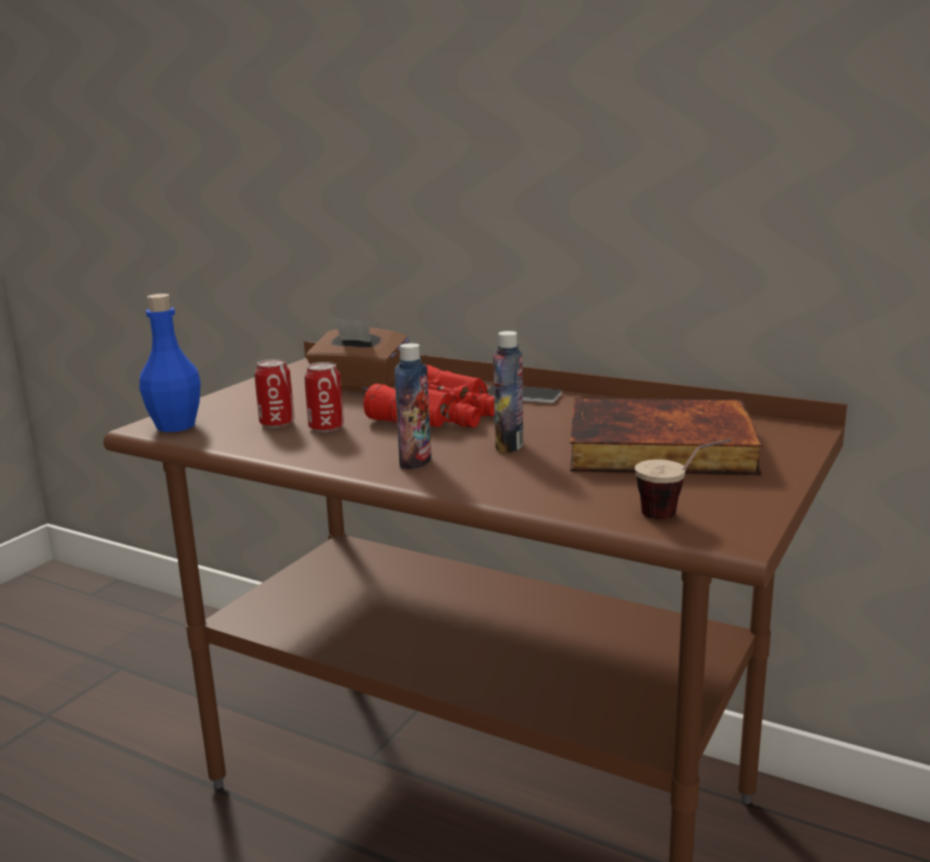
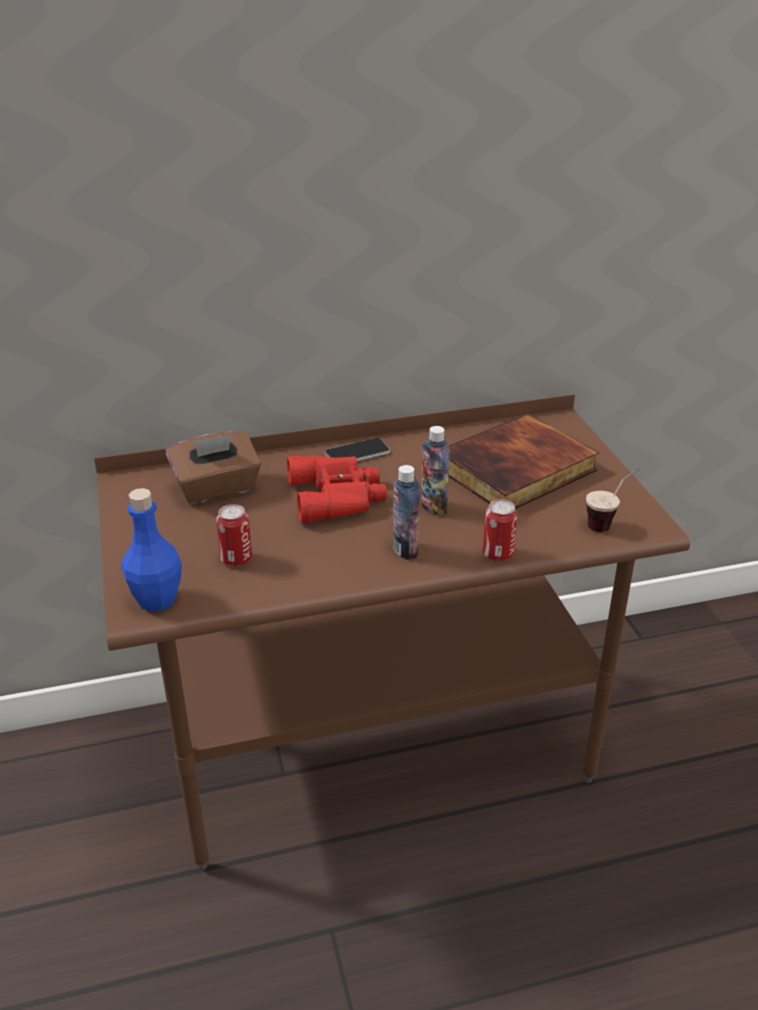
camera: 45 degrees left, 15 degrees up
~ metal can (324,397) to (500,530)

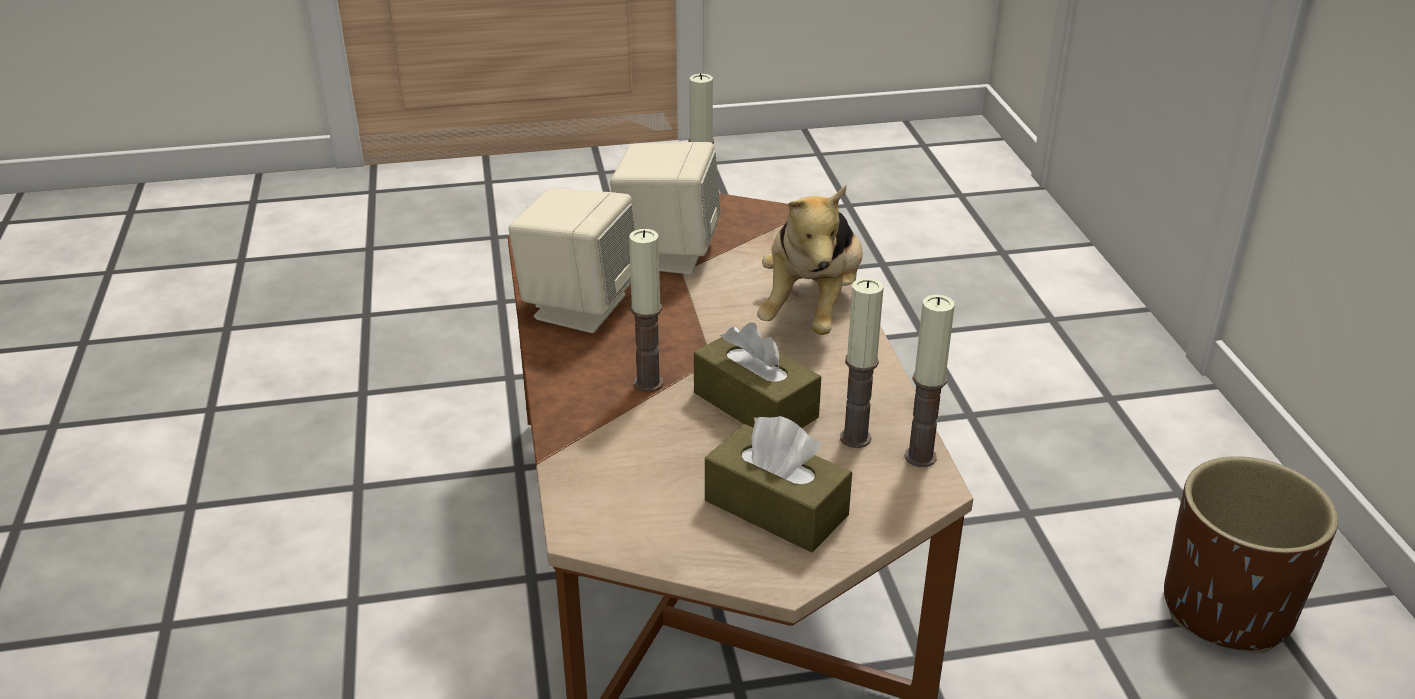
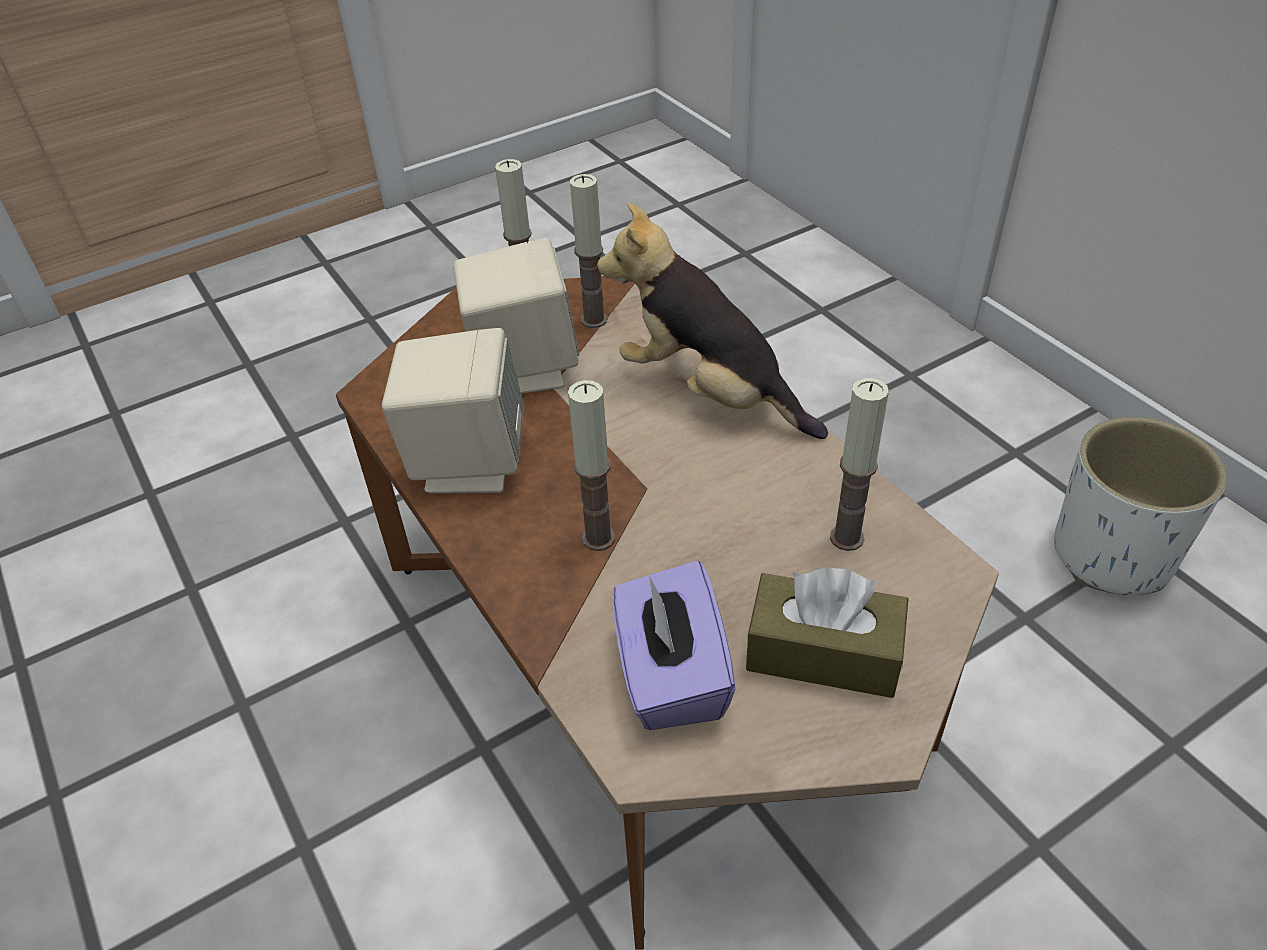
camera: 20 degrees left, 10 degrees up
- brown tissue box (757,375)
~ plush toy (810,260) = (712,320) 135 degrees clockwise
~ candle (929,381) to (588,251)
~ brown planter (1251,554) to whitish planter (1140,506)
+ purple-coloured tissue box (674,645)

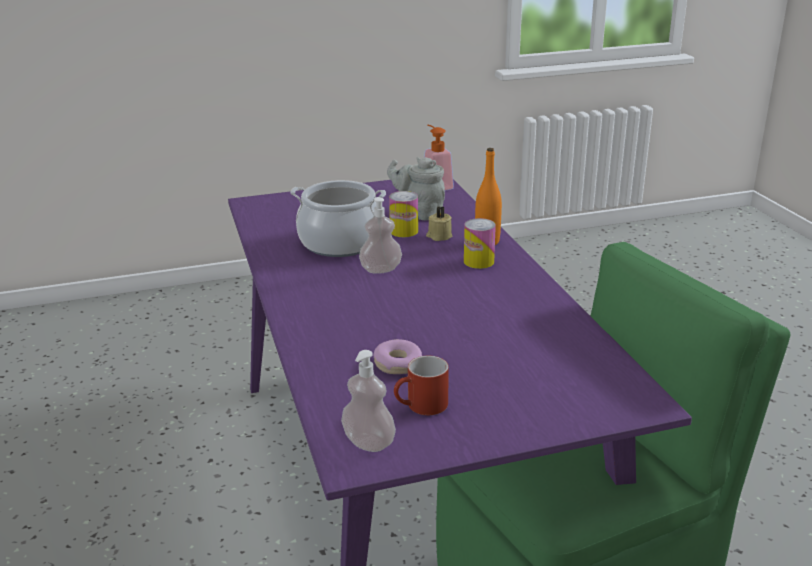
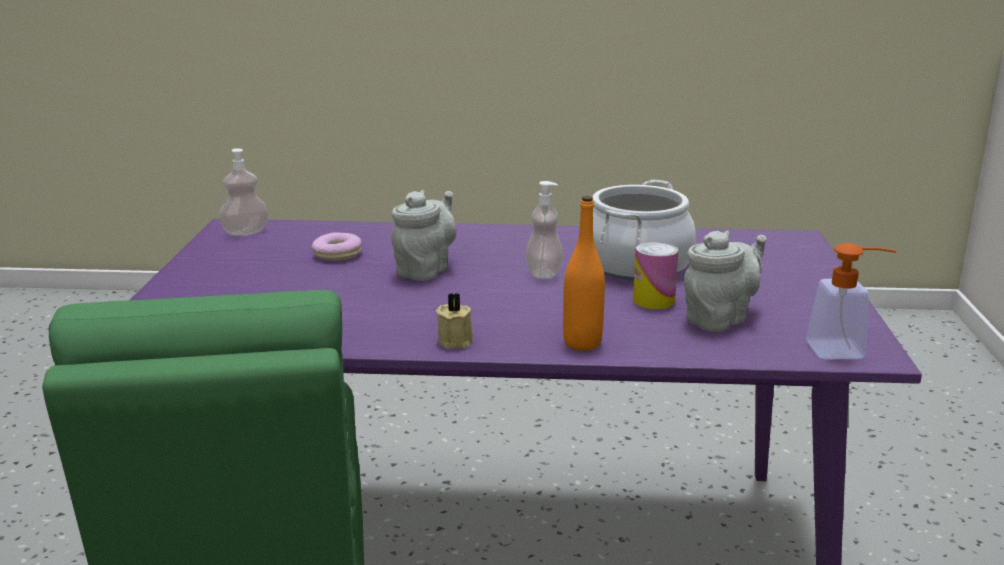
camera: 110 degrees right, 5 degrees down
- red-coloured tea mug (421,385)
~ beige candle (439,223) to (454,321)
- metal can (480,243)
+ grey teapot (423,235)

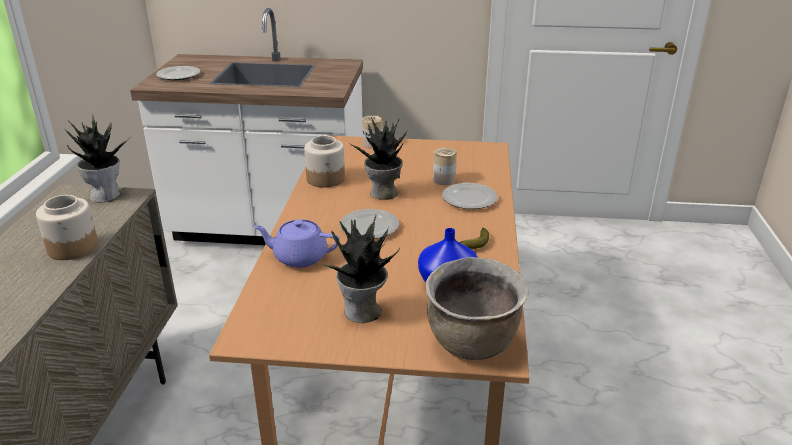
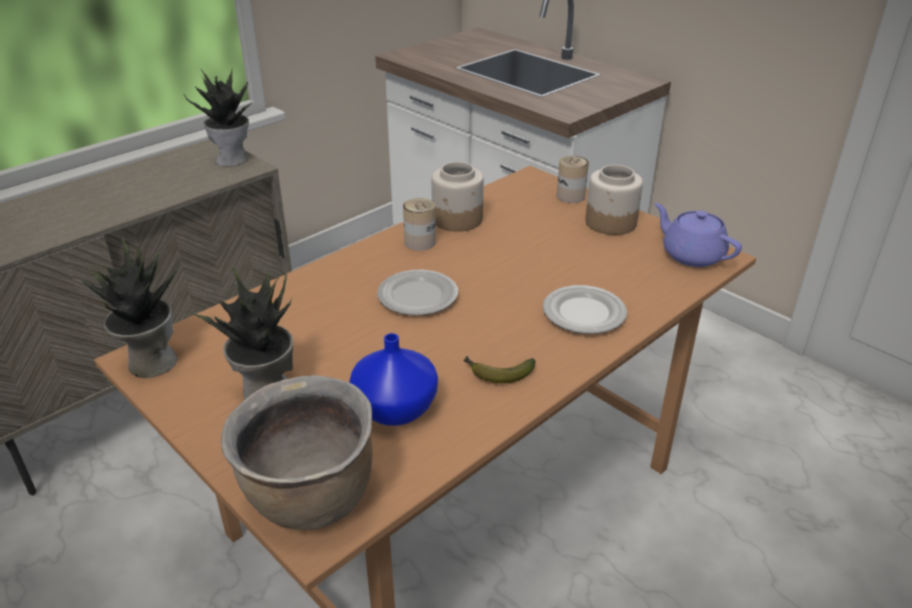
camera: 40 degrees right, 5 degrees up
~ storage jar (67,227) to (614,200)
- flat dish (178,73)
~ purple-coloured teapot (296,243) to (698,235)
~ potted plant (378,158) to (130,308)
~ metal can (445,166) to (419,224)

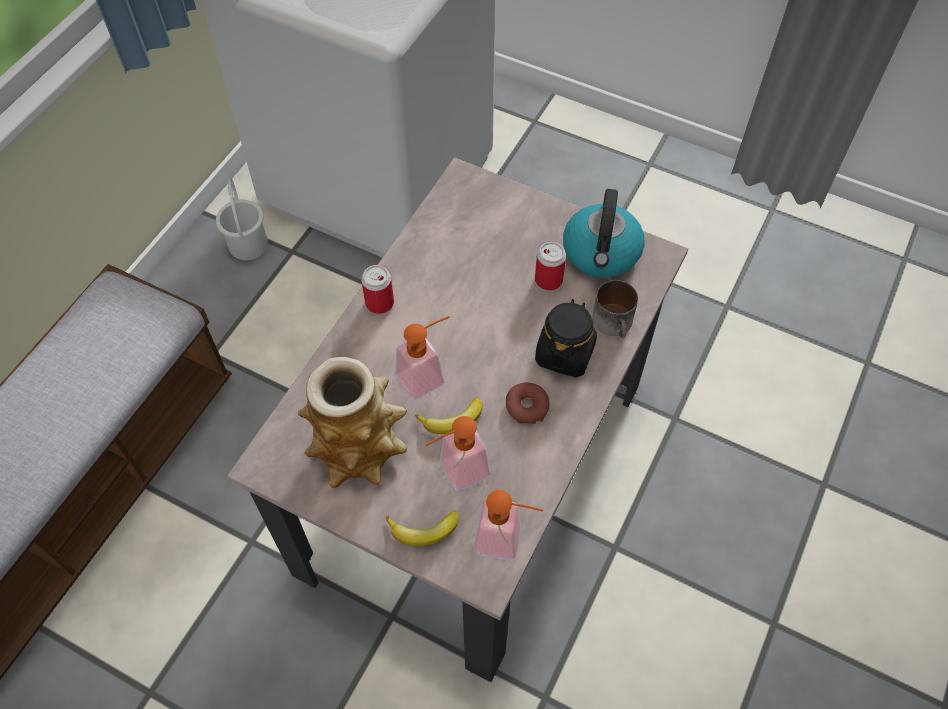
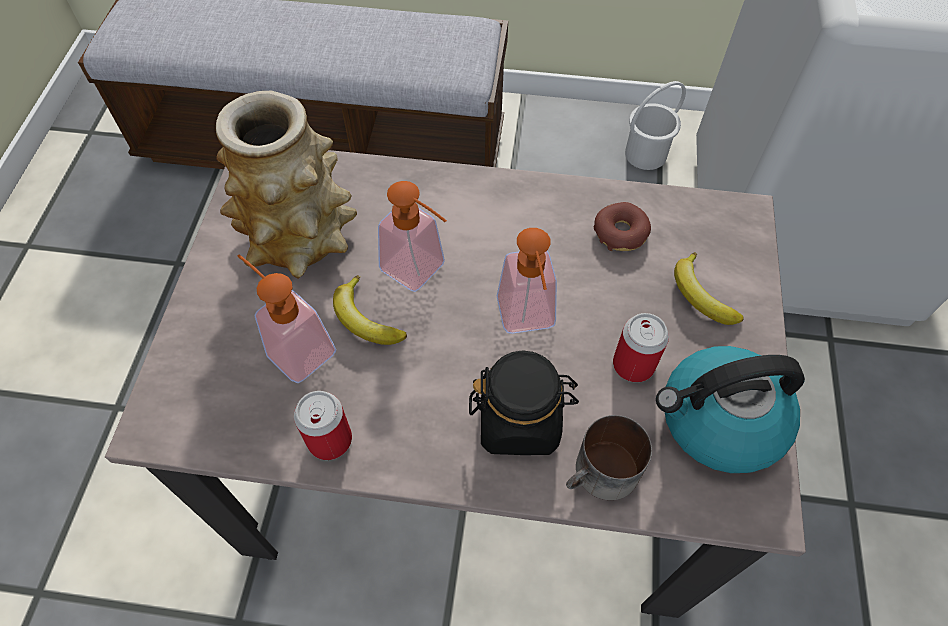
camera: 70 degrees right, 0 degrees up
~ metal can (377,289) to (323,425)
~ banana fruit (422,528) to (709,288)
~ liquid soap bottle (508,525) to (527,281)
~ donut (528,403) to (622,226)

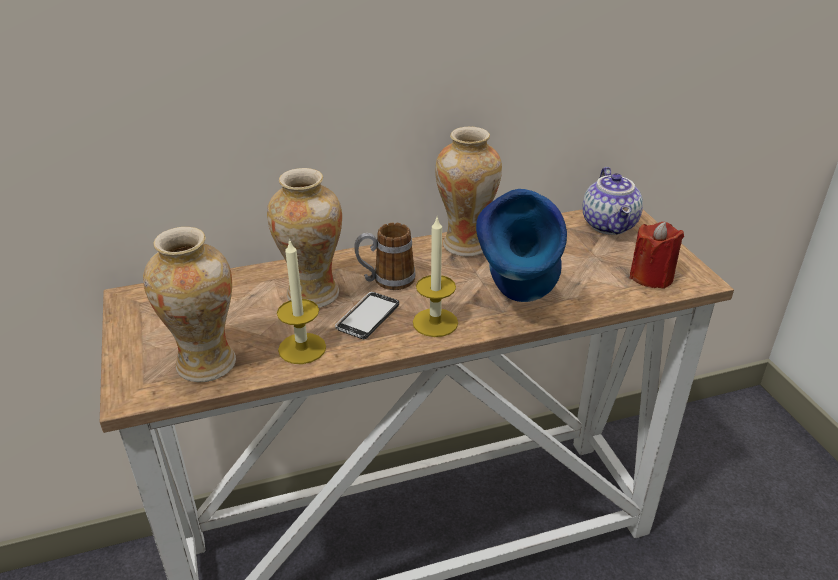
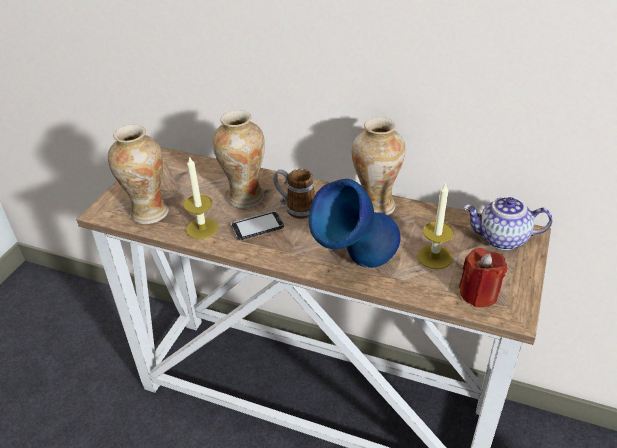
camera: 40 degrees right, 5 degrees up
~ candle (435,276) to (435,225)
~ teapot (612,201) = (508,223) 60 degrees clockwise

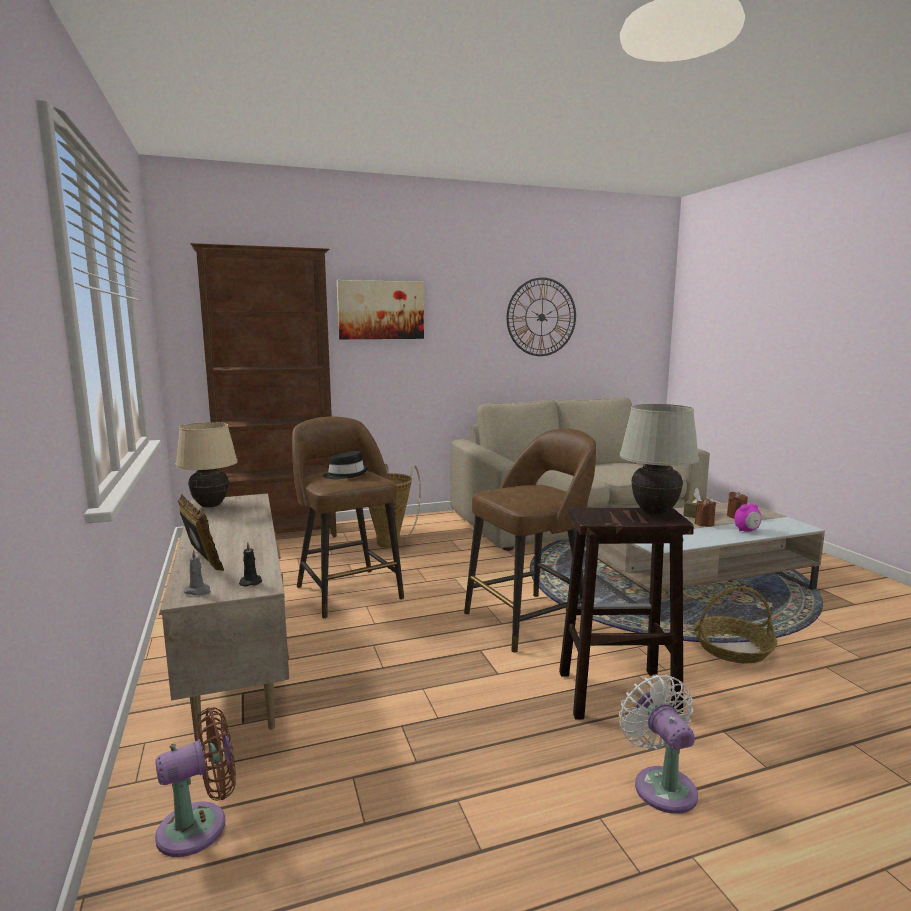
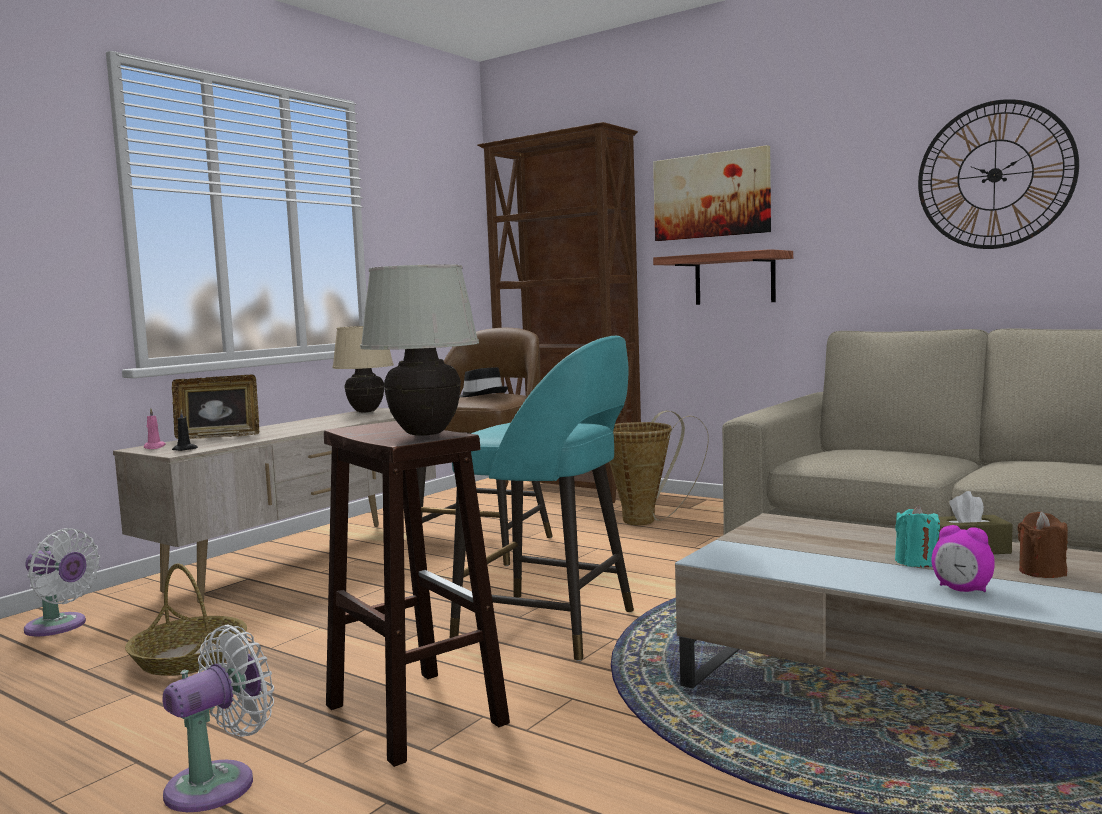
camera: 55 degrees right, 5 degrees down
~ brown electric fan (195,782) to whitish electric fan (62,582)
~ photo frame (201,532) = (215,407) 60 degrees clockwise
~ grey candle (197,572) to pinkish candle (155,429)
~ brown sitting stool (530,540) to blue-green sitting stool (542,498)
~ household basket (735,625) to (186,619)
~ brown candle (705,512) to blue-green candle (917,536)
+ bracket shelf (723,277)

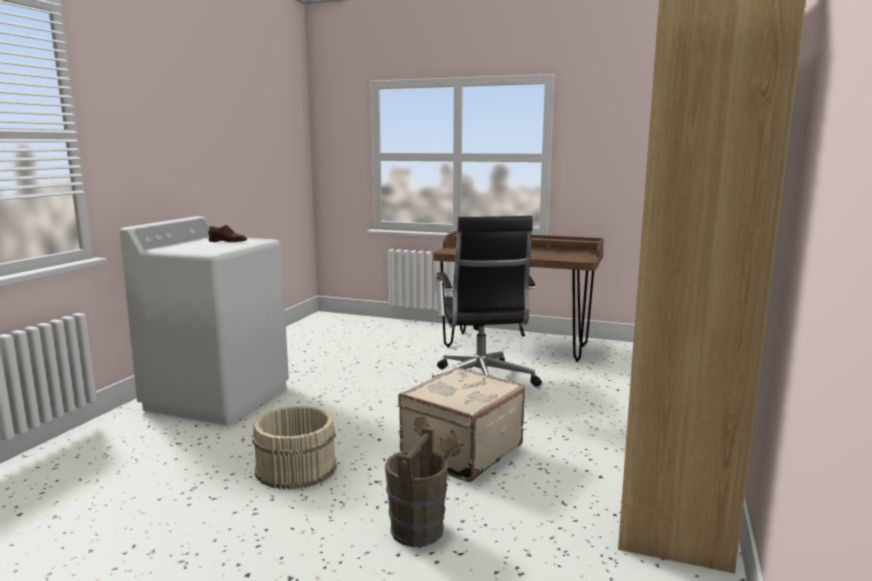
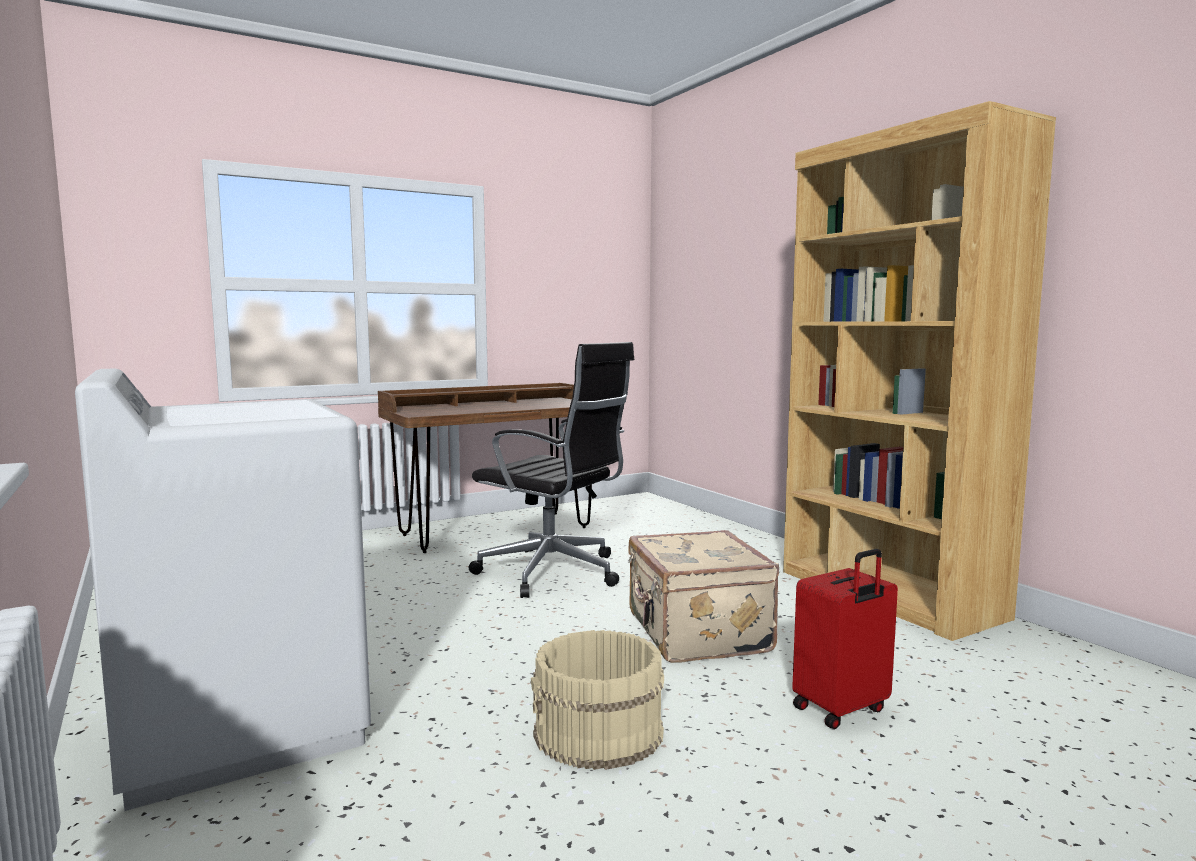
camera: 50 degrees left, 5 degrees down
- brown shoe (227,233)
~ brown bucket (416,487) to red-coloured piece of luggage (845,639)

